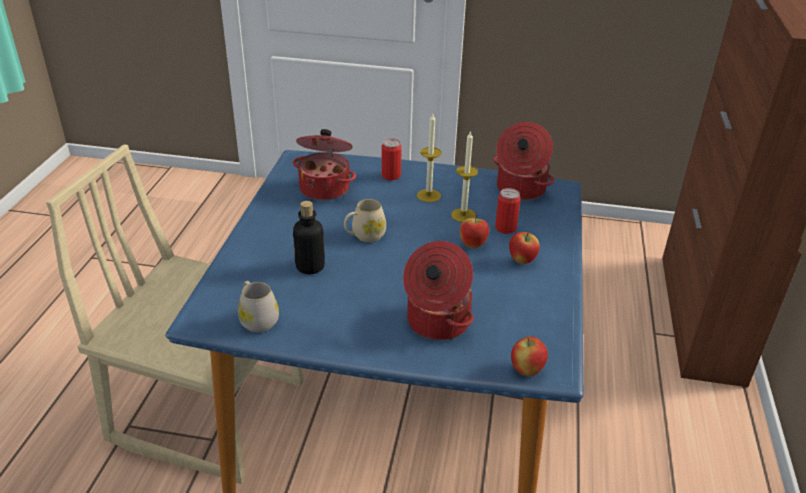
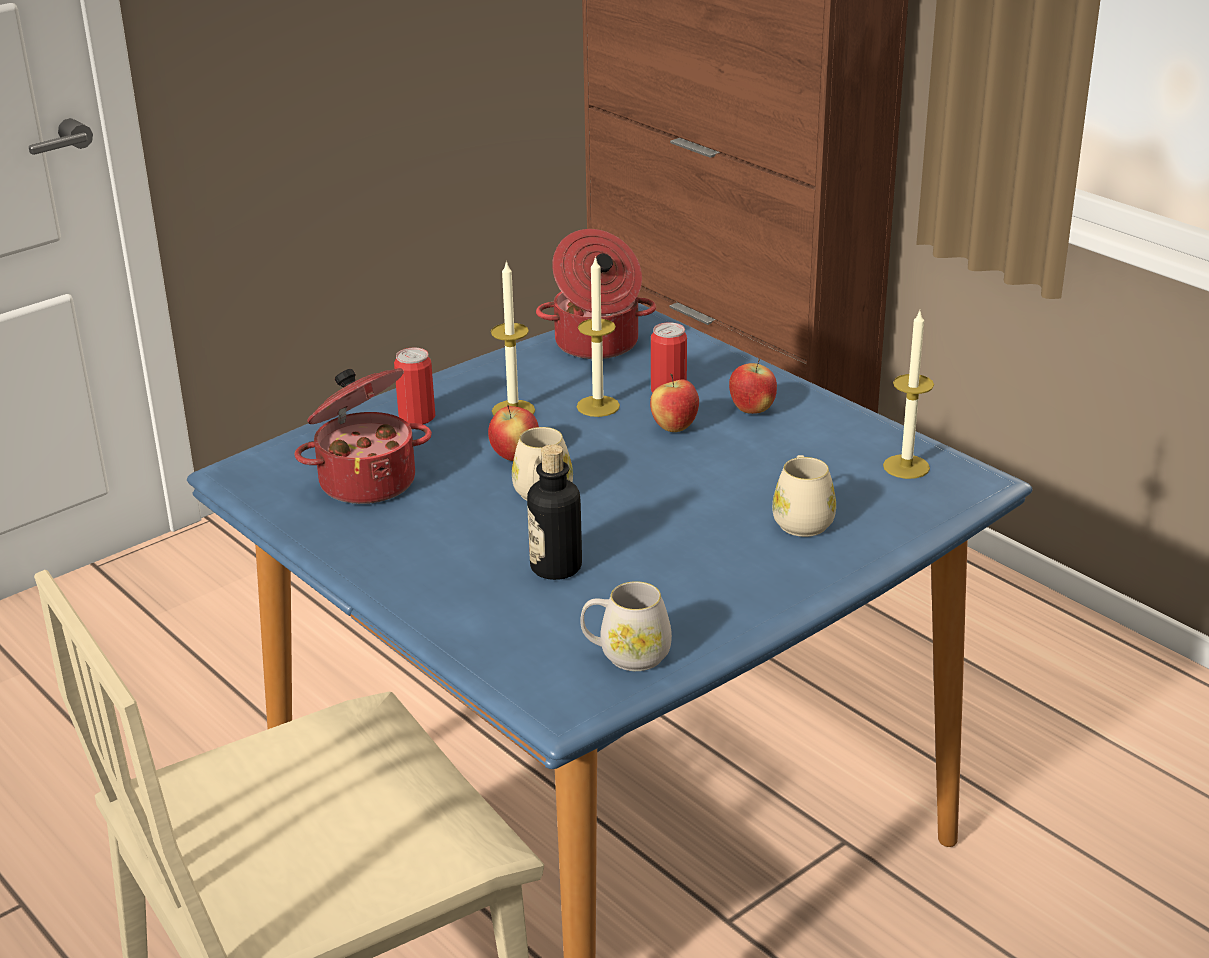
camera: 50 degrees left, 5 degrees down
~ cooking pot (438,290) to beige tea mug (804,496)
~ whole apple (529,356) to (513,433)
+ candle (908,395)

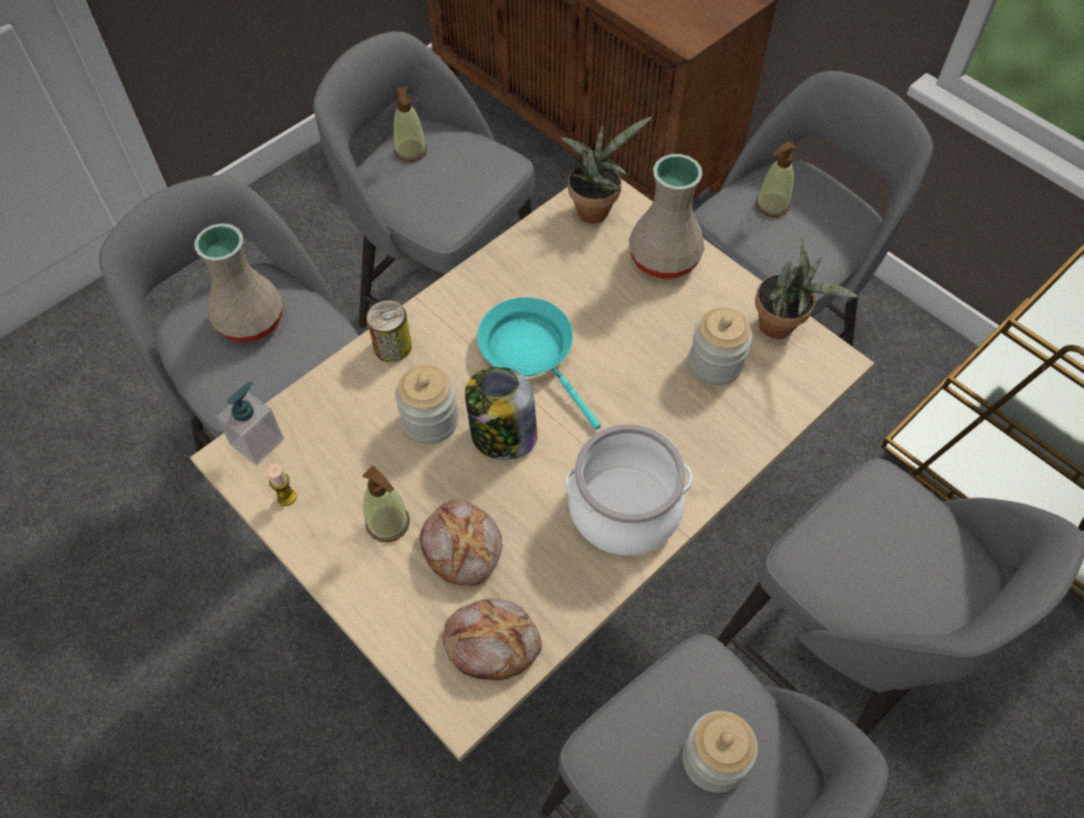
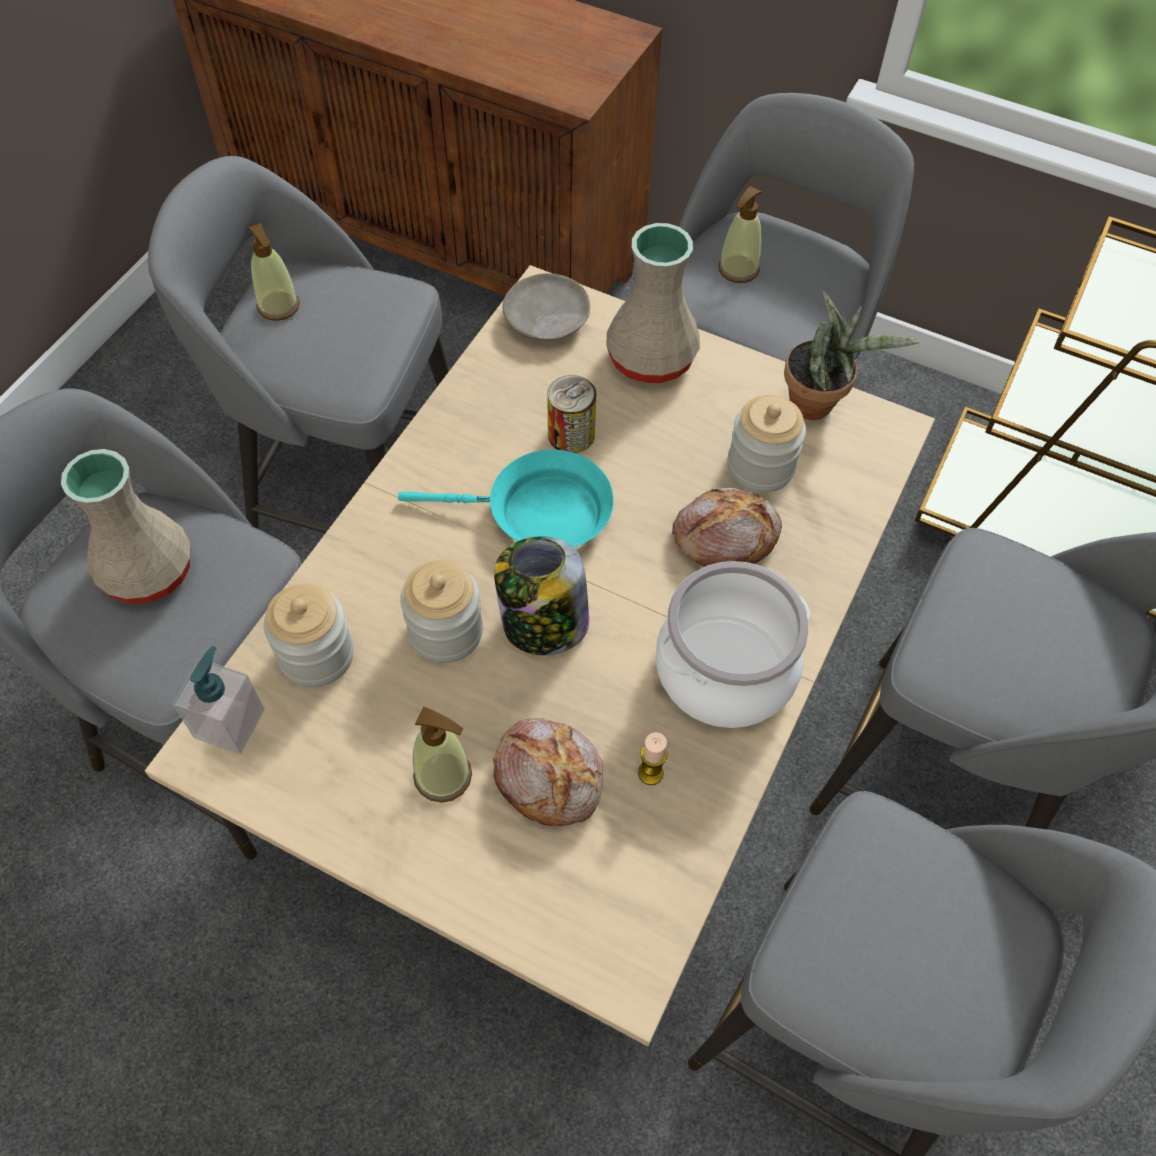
camera: 20 degrees left, 0 degrees up
~ candle (282,485) to (652,758)
~ metal can (389,331) to (571,414)
~ bakery bread (492,639) to (727,527)
~ blue-green pan (539,363) = (506,498) 150 degrees clockwise
~ potted plant (606,170) to beige flat dish (546,307)
~ storage jar (720,752) to (309,635)

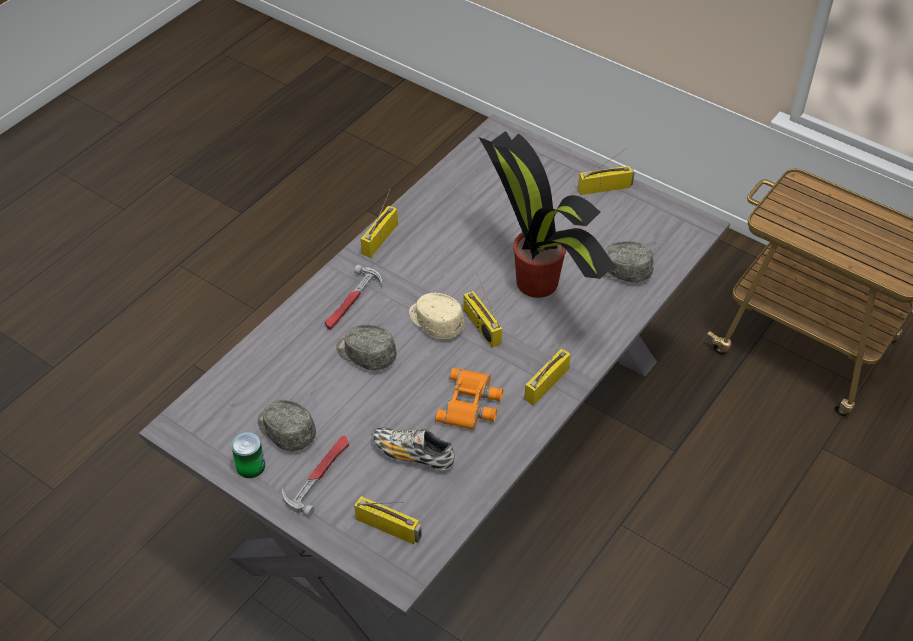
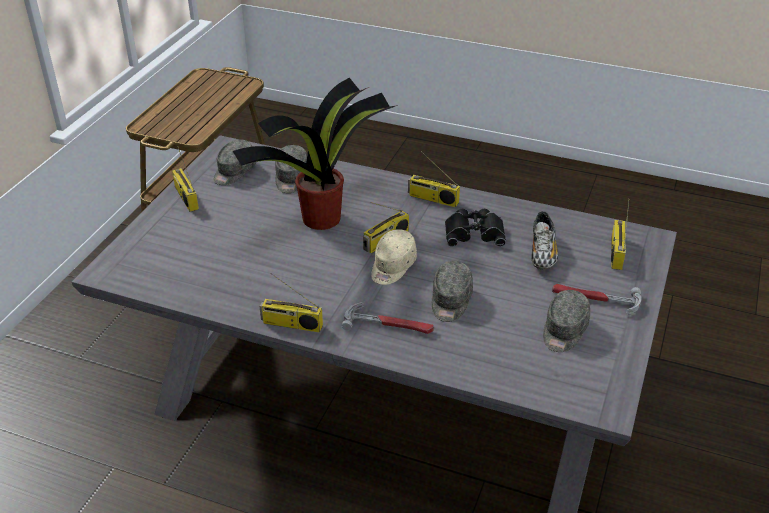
camera: 105 degrees left, 10 degrees down
- metal can (248,455)
~ orangey binoculars (469,399) to black binoculars (475,228)
+ grey baseball cap (235,162)

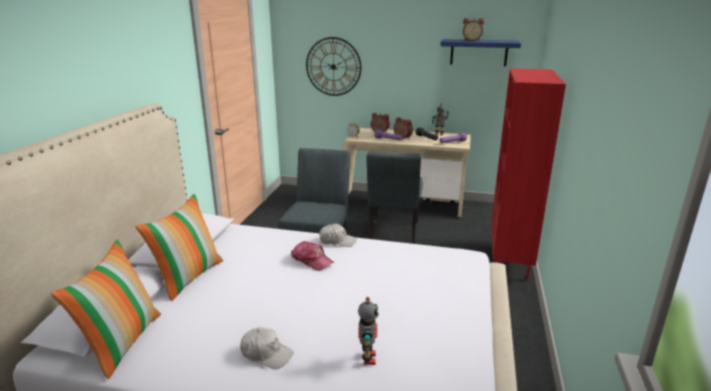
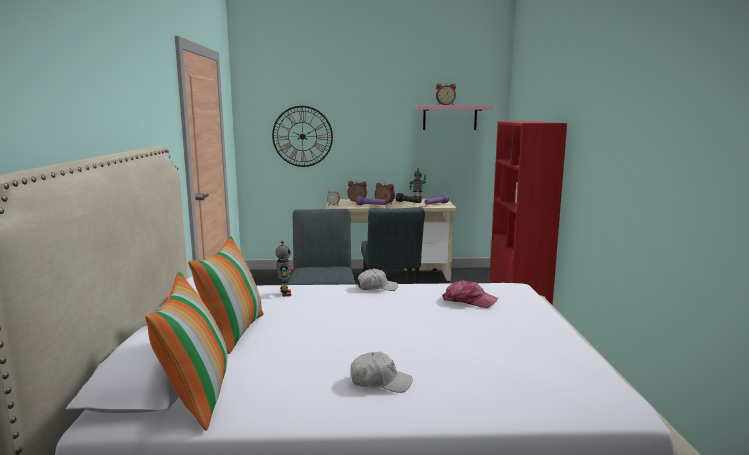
camera: 15 degrees left, 10 degrees down
~ baseball cap (313,256) to (470,294)
~ model robot (368,331) to (283,268)
~ blue-coloured bracket shelf (480,52) to pinkish bracket shelf (453,117)

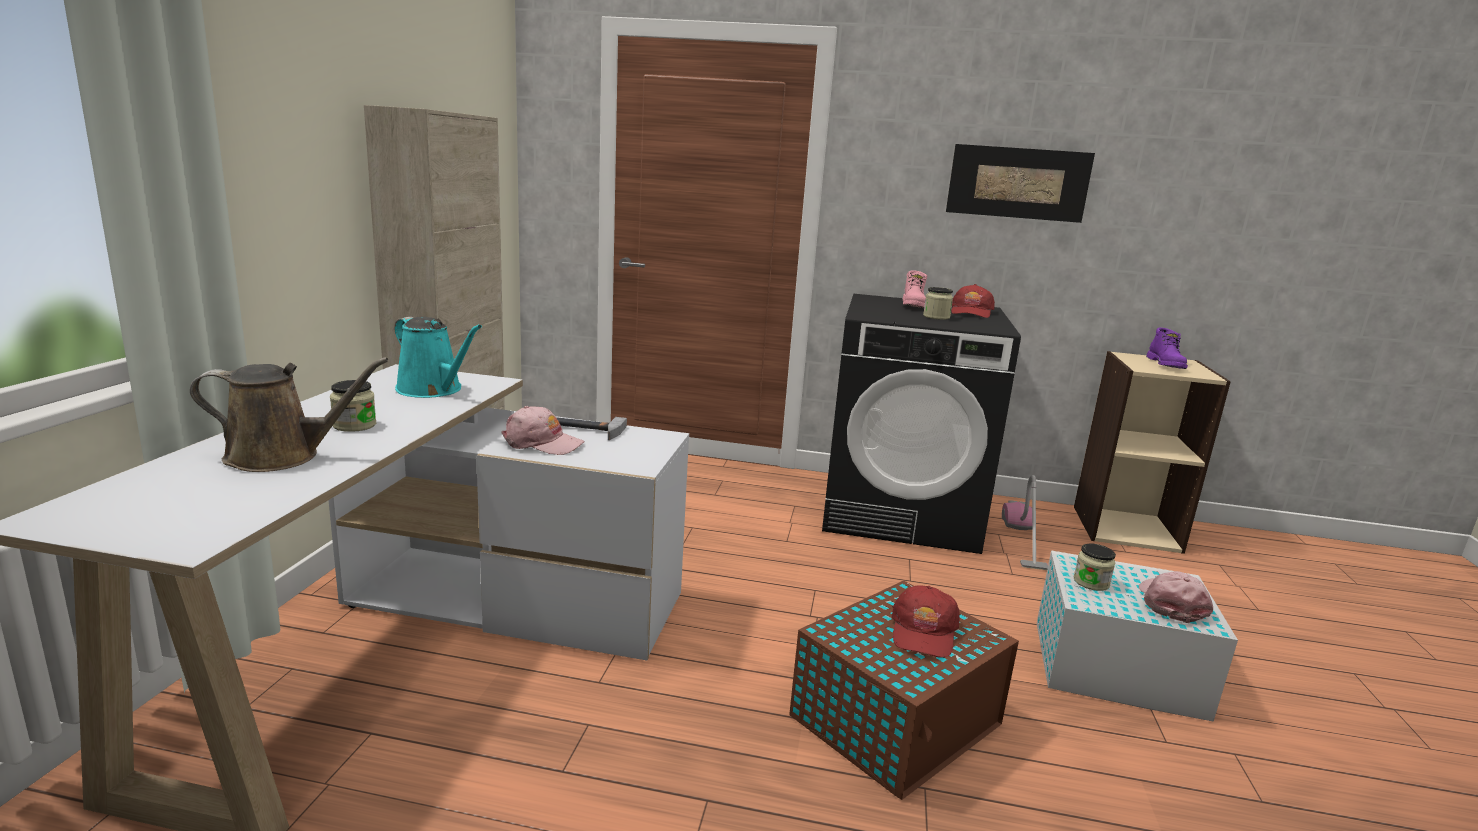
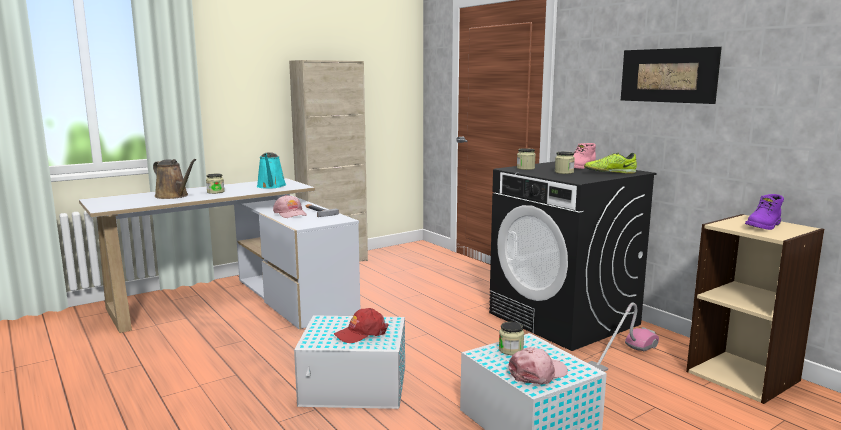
camera: 45 degrees right, 5 degrees down
~ brown storage bin (904,690) to whitish storage bin (349,362)
~ red-coloured baseball cap (973,301) to shoe (610,163)
+ storage jar (526,159)

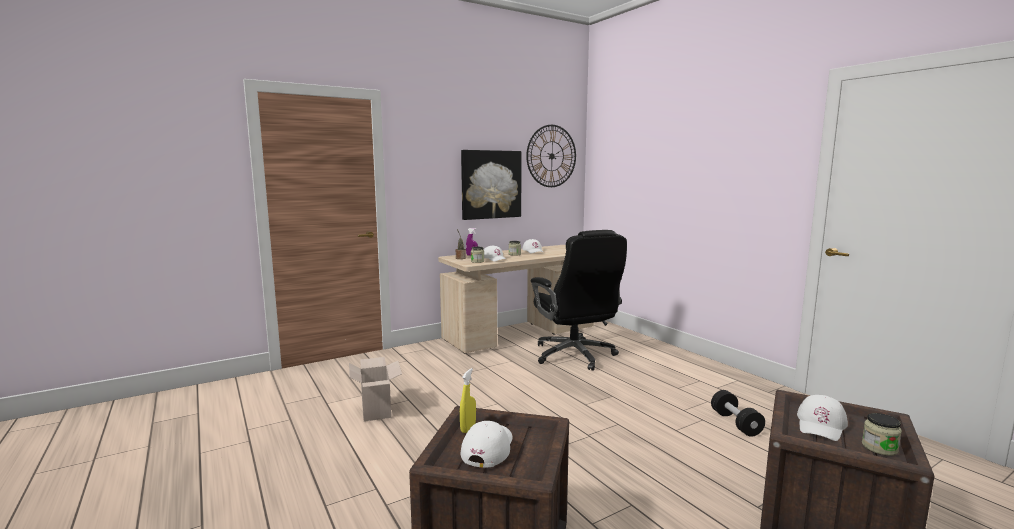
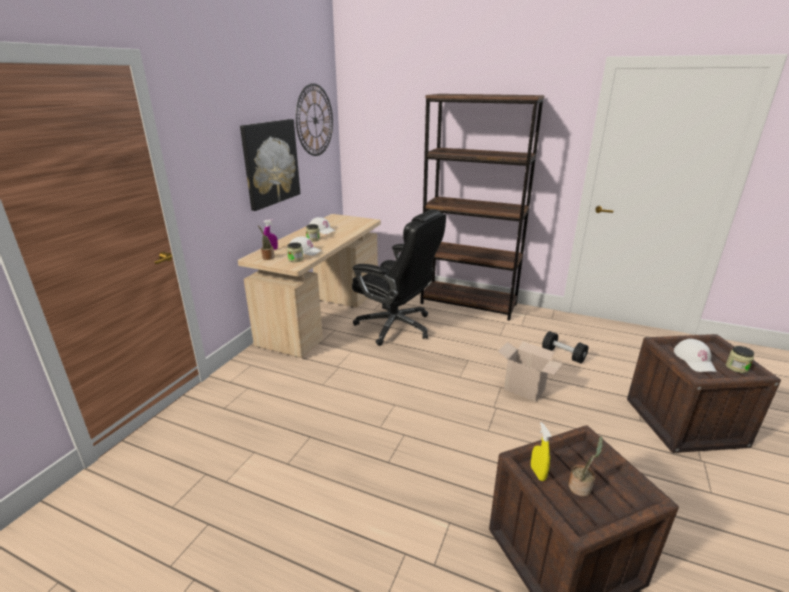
camera: 35 degrees left, 15 degrees up
~ carton (375,389) to (530,371)
~ whitish baseball cap (487,444) to potted plant (585,467)
+ brown bookshelf (482,207)

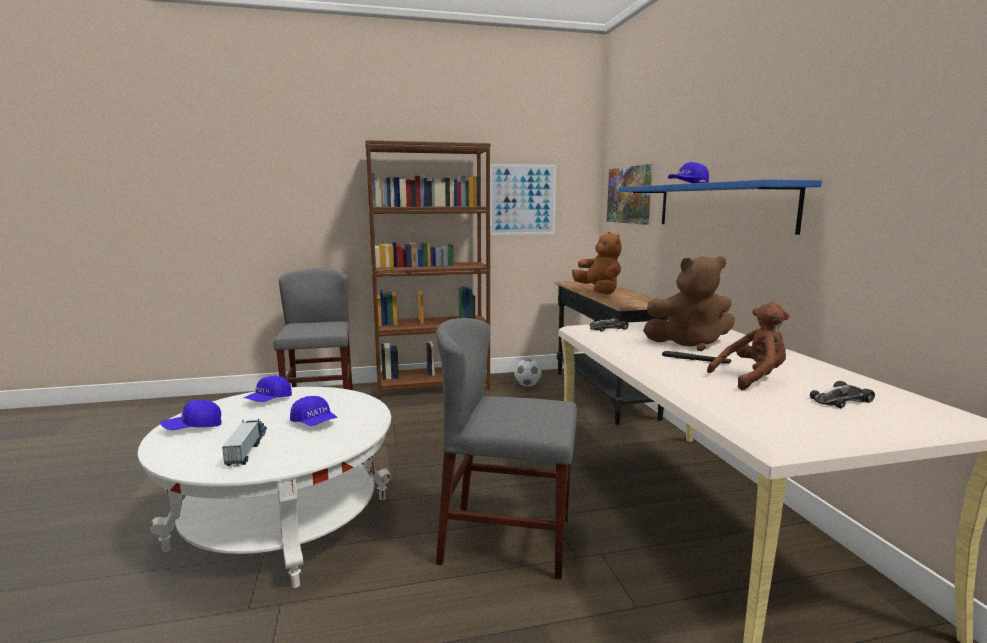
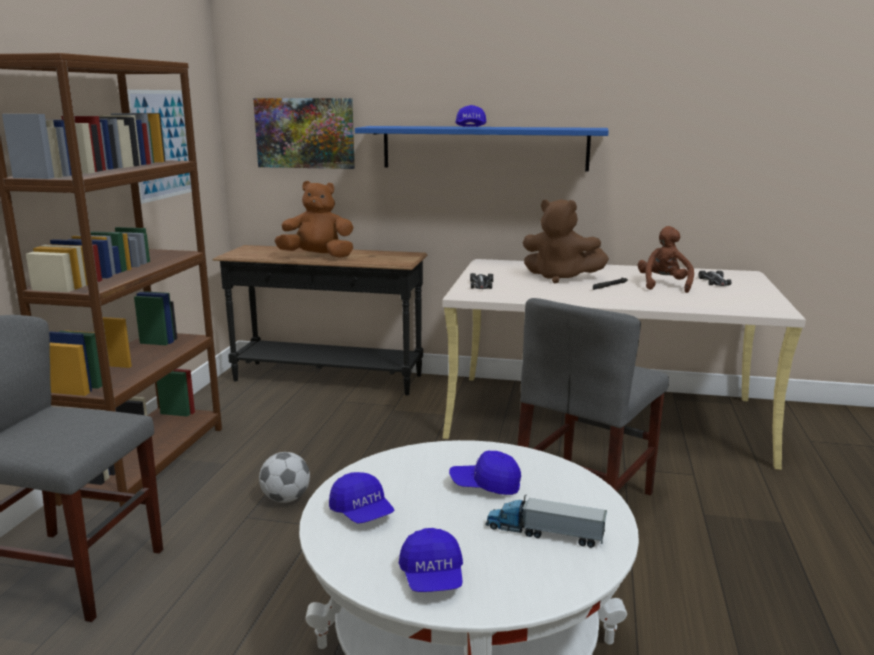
camera: 65 degrees left, 5 degrees up
~ blue-coloured baseball cap (313,411) = (485,473) 150 degrees counterclockwise
~ football ball (528,373) to (284,477)
~ brown plush toy (689,303) = (566,241) 90 degrees clockwise

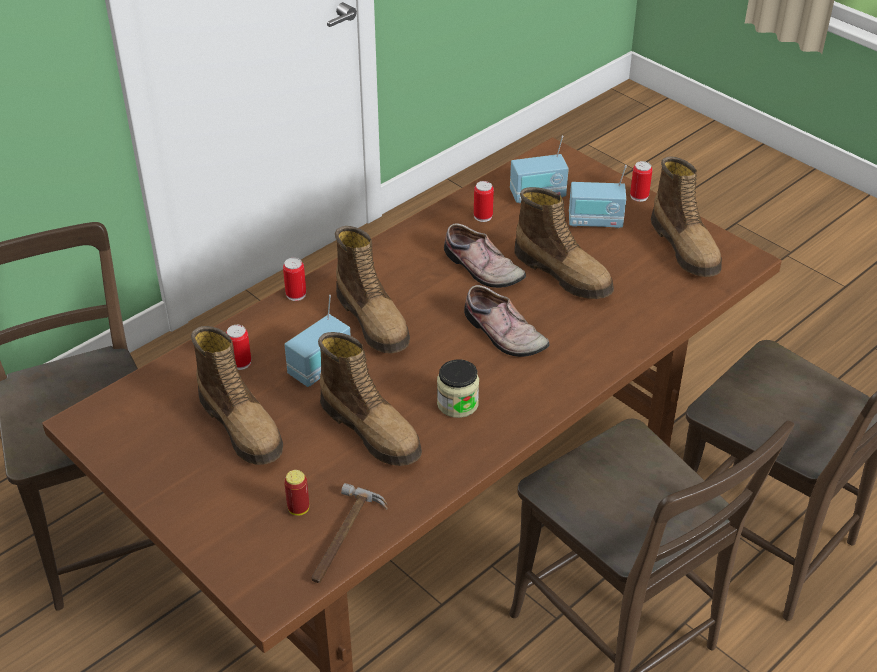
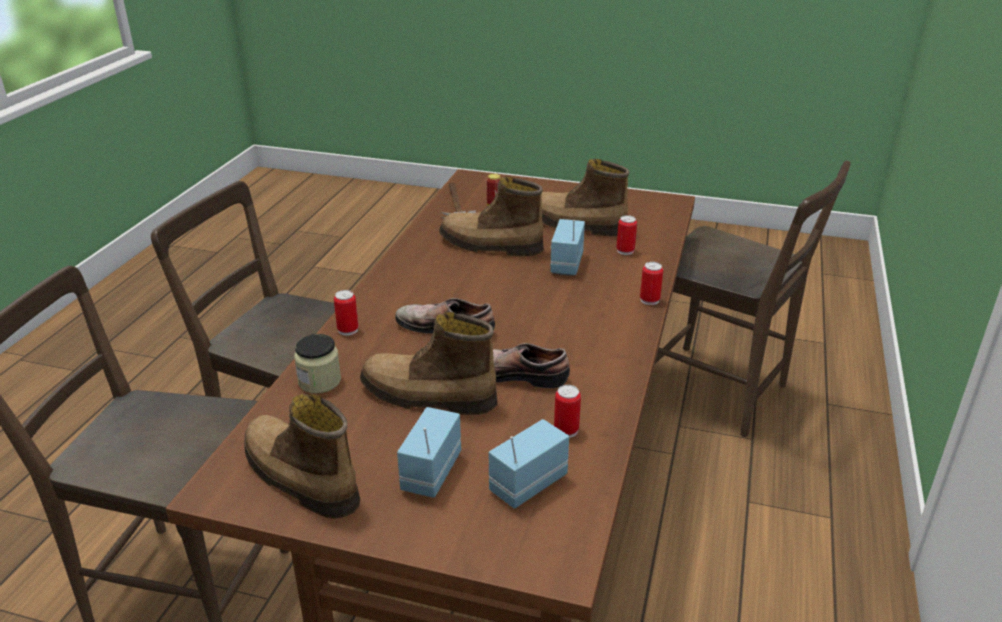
camera: 150 degrees right, 10 degrees down
- tall boot (372,289)
~ storage jar (458,388) to (317,363)
~ radio set (598,196) = (429,452) 45 degrees counterclockwise
~ metal can (641,181) to (346,313)

